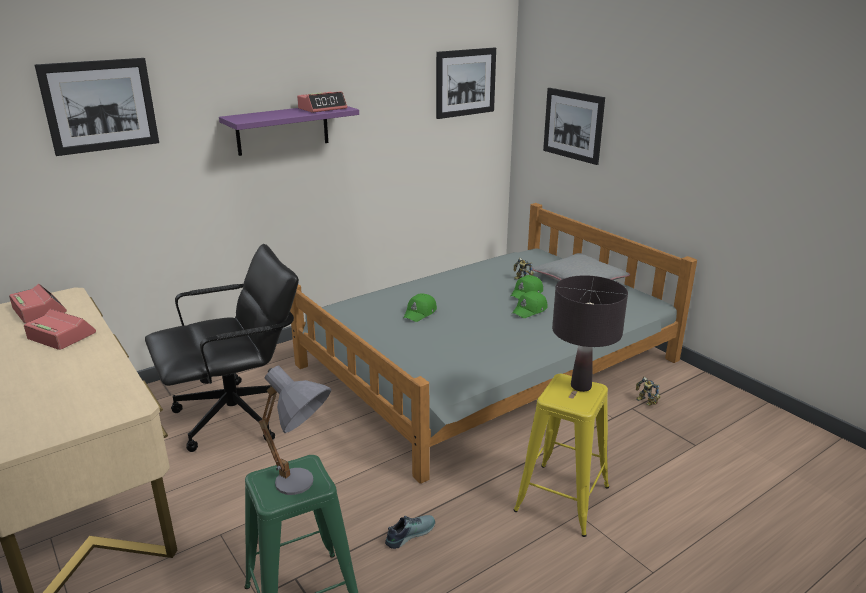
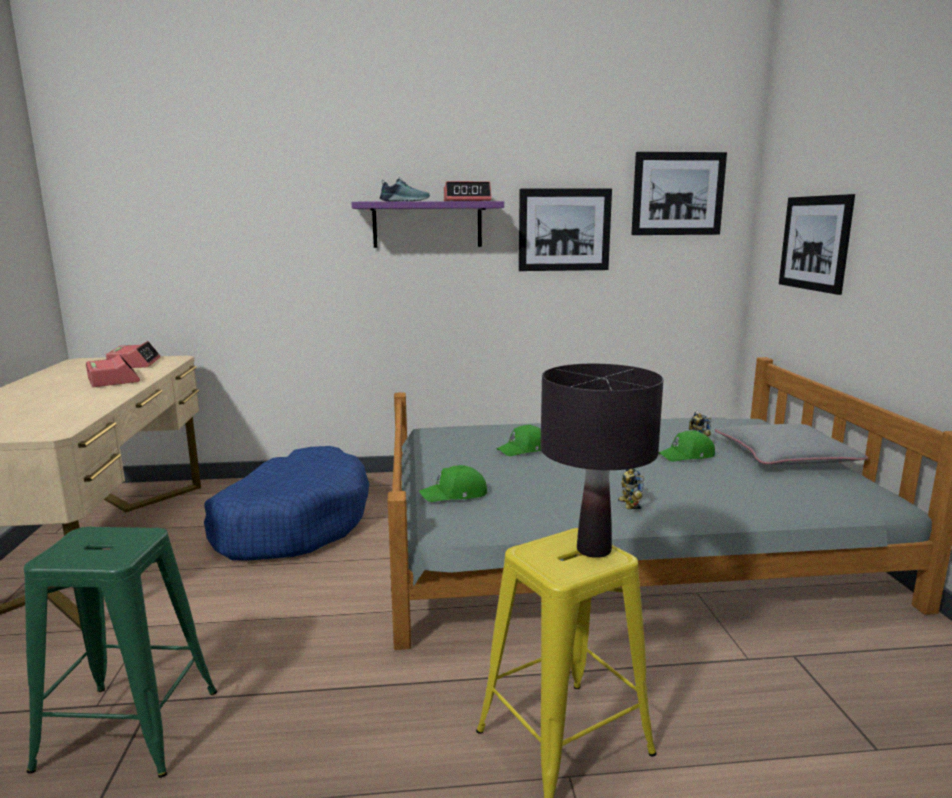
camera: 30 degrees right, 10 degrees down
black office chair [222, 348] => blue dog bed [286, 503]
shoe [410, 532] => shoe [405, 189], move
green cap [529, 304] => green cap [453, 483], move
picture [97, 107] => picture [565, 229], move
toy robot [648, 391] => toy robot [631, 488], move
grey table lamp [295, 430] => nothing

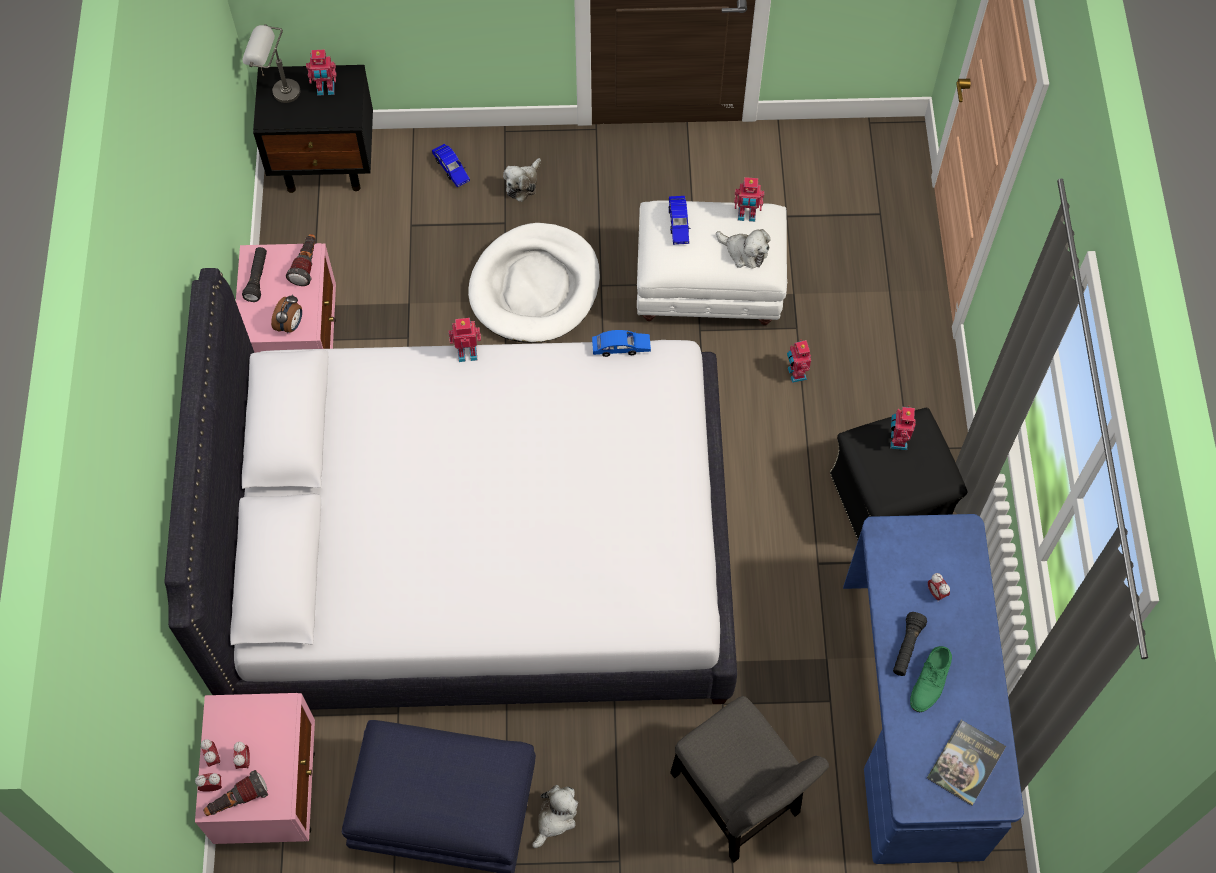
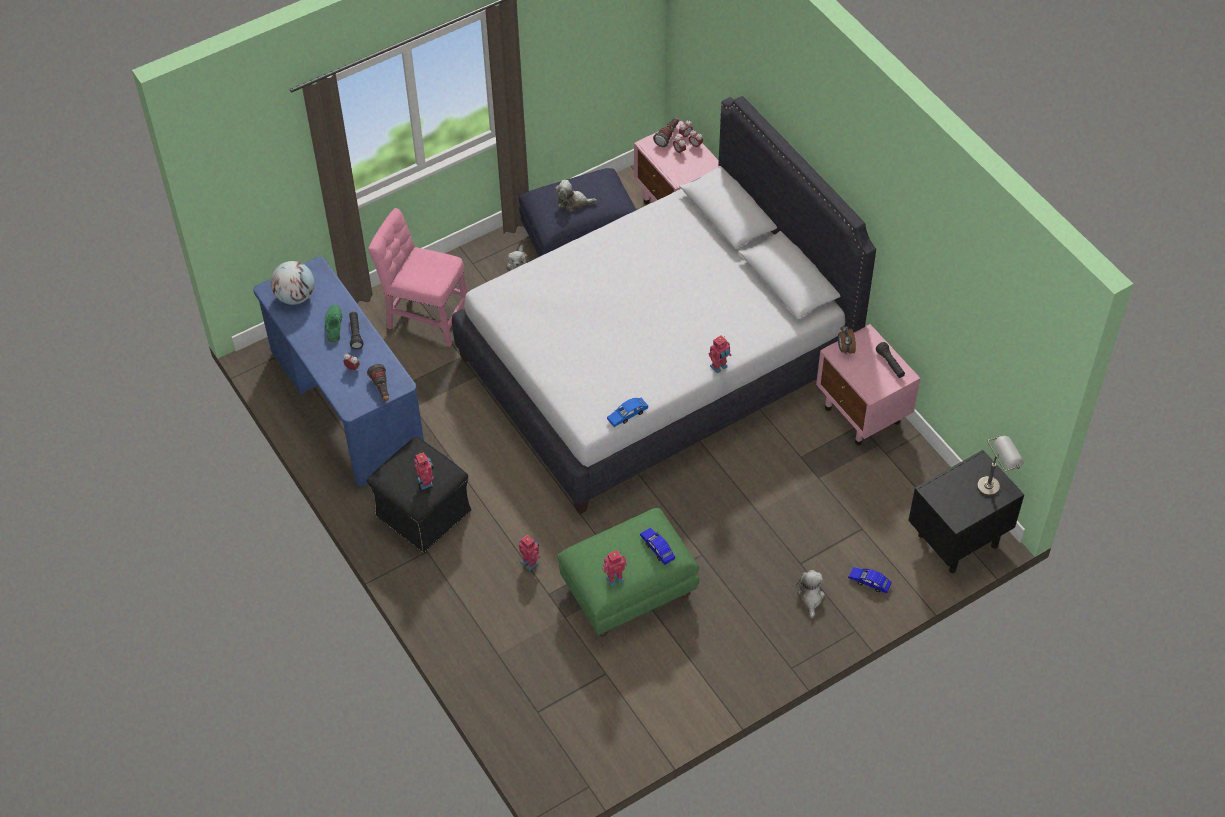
camera: 150 degrees right, 10 degrees down
book [966, 763] => globe [293, 283]
flashlight [301, 260] => flashlight [378, 382], move
grey chair [749, 779] => pink chair [417, 277]
plush toy [743, 249] => plush toy [576, 196], move
white ottoman [712, 263] => green ottoman [628, 572]
toy robot [321, 72] => nothing
white dog bed [534, 283] => nothing

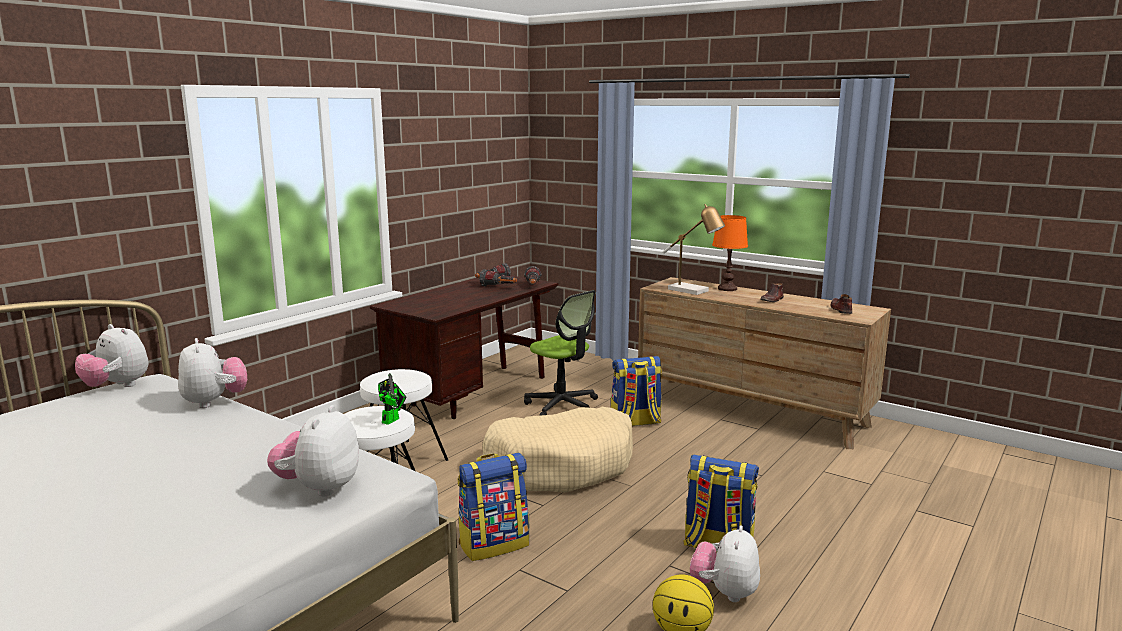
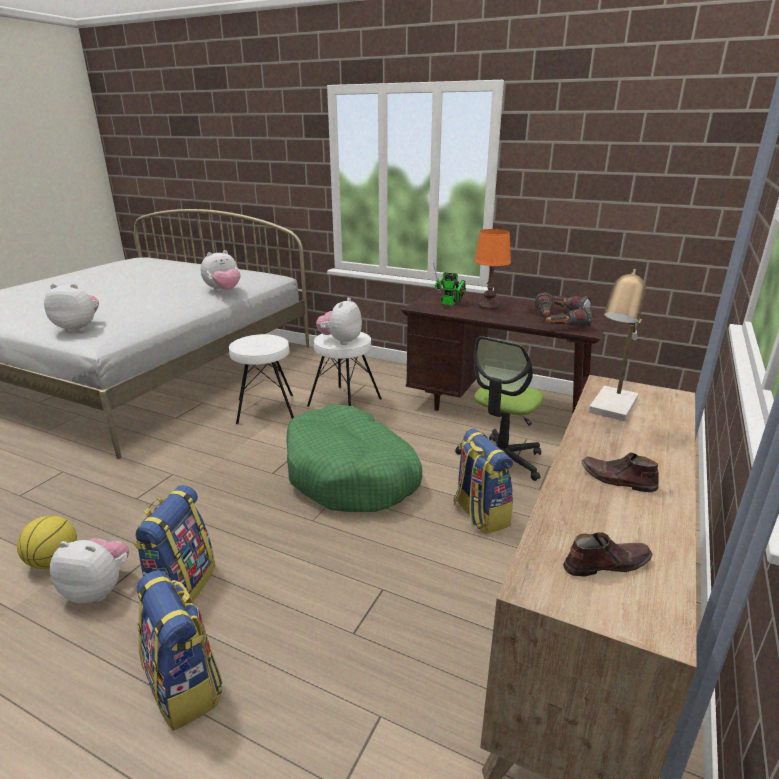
camera: 80 degrees right, 10 degrees up
backpack [493, 507] => backpack [180, 650], move
beige dog bed [557, 450] => green dog bed [354, 458]
plush toy [112, 355] => plush toy [339, 321], move
toy robot [392, 399] => toy robot [449, 284], move
orange table lamp [730, 253] => orange table lamp [492, 269], move

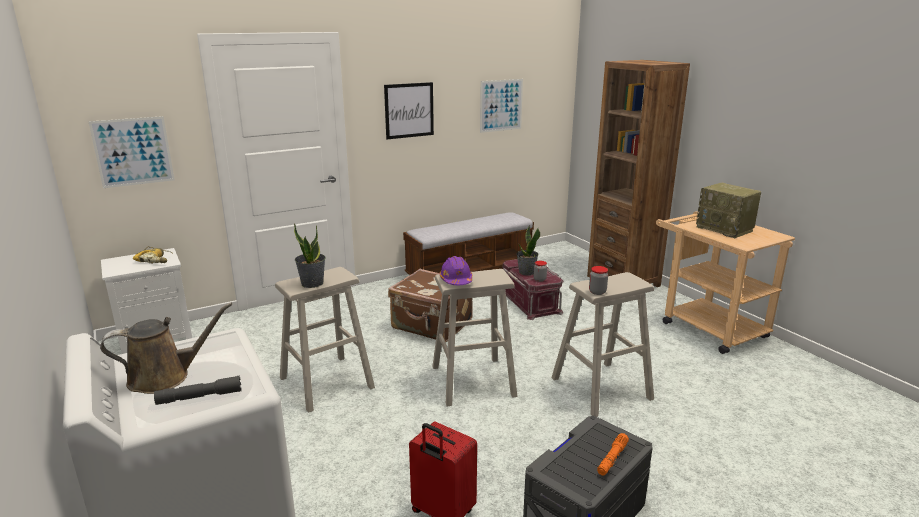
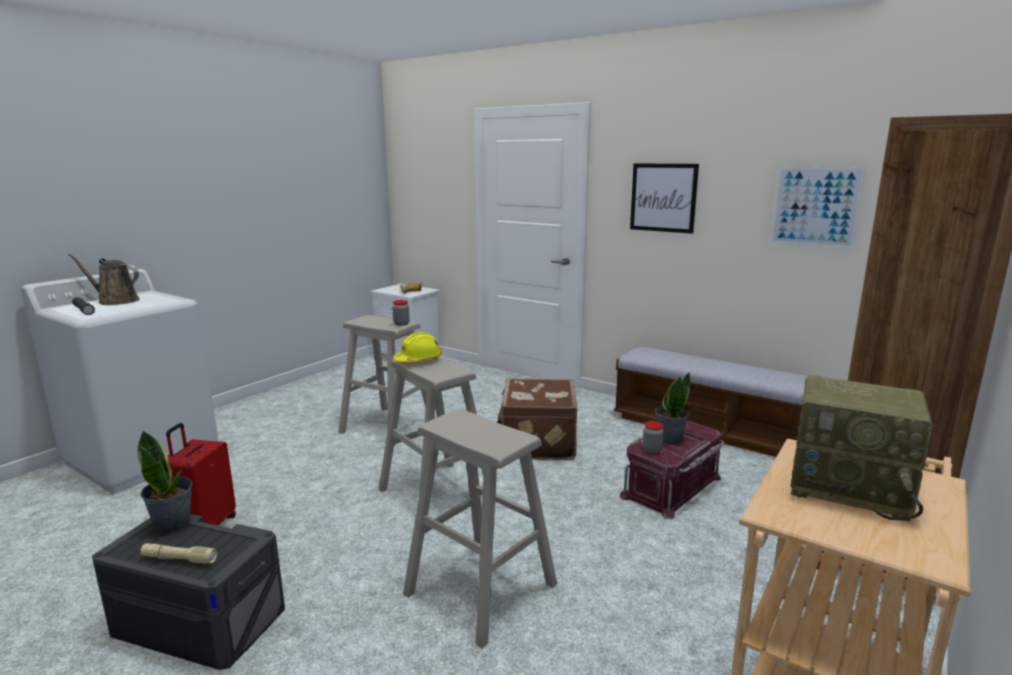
camera: 65 degrees right, 5 degrees down
brown watering can [166, 348] => brown watering can [104, 279], 150 degrees clockwise
potted plant [309, 255] => potted plant [164, 482], move
orange flashlight [613, 454] => beige flashlight [178, 553]
jar [598, 280] => jar [401, 313], move
purple hard hat [455, 270] => yellow hard hat [417, 347]
radio [728, 210] => radio [862, 448], 90 degrees counterclockwise
picture [131, 152] => nothing

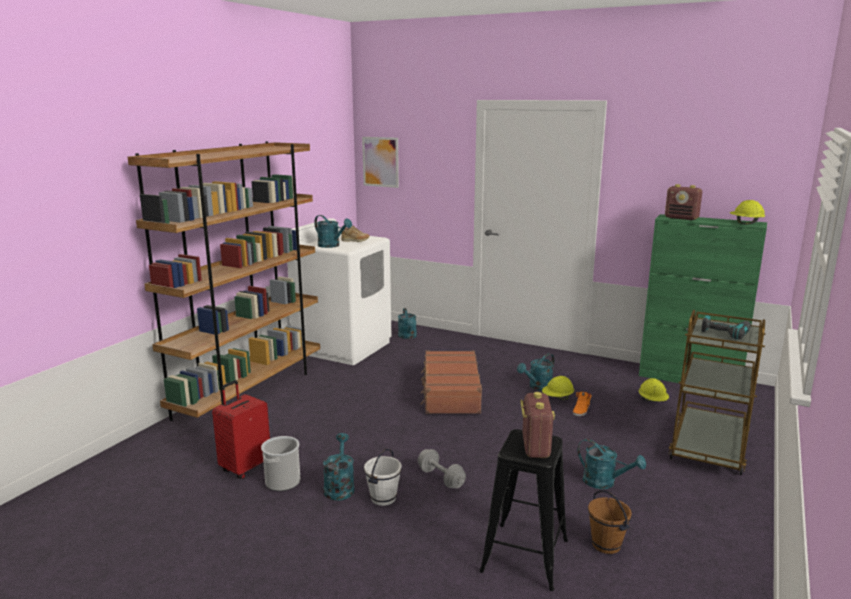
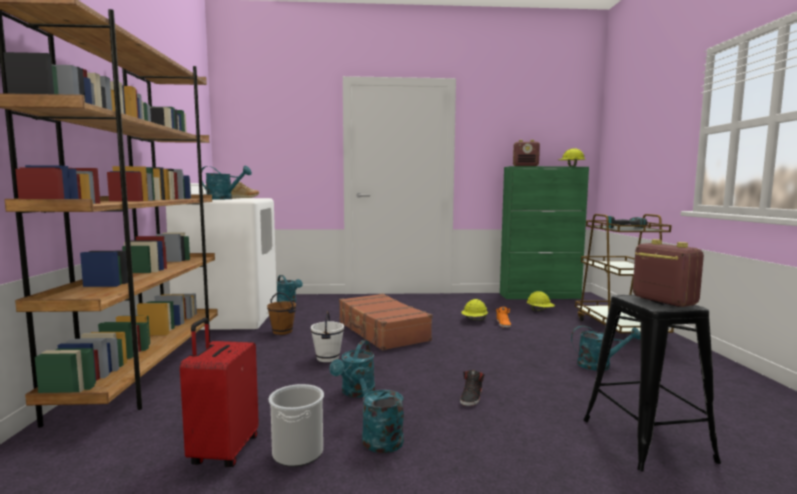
camera: 30 degrees left, 10 degrees down
brown bucket [610, 522] => brown bucket [281, 313], move
white bucket [383, 477] => white bucket [327, 336], move
turquoise watering can [536, 372] => turquoise watering can [352, 369], move
grey dumbbell [442, 468] => black shoe [472, 388]
picture [380, 162] => nothing

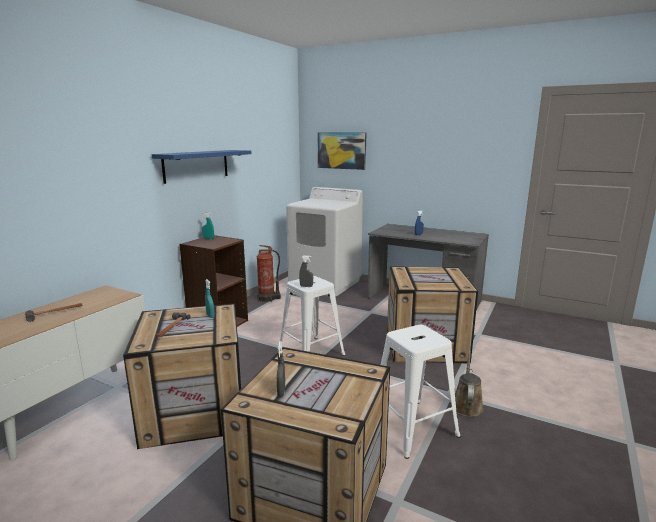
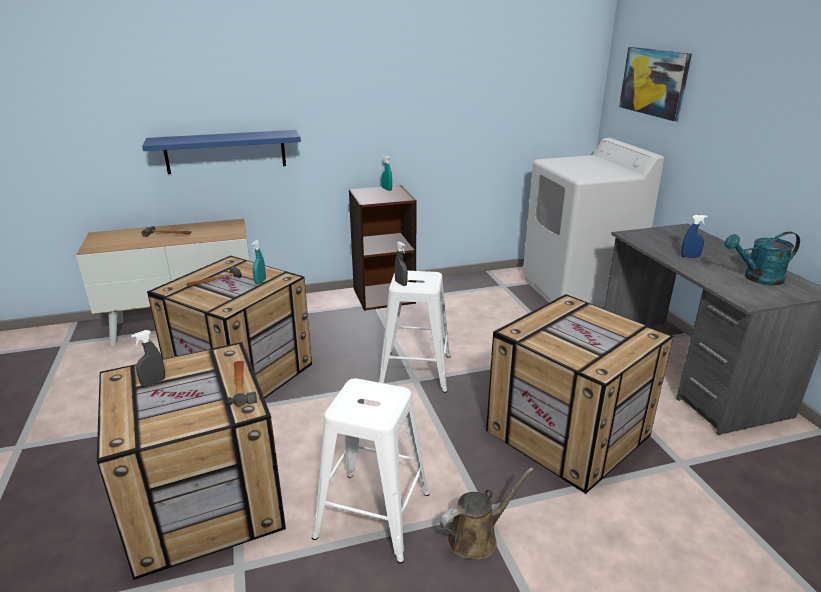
camera: 45 degrees right, 10 degrees up
blue shelf [201, 167] => blue shelf [221, 152], move
nothing => hammer [241, 383]
nothing => turquoise watering can [762, 259]
fire extinguisher [269, 273] => nothing

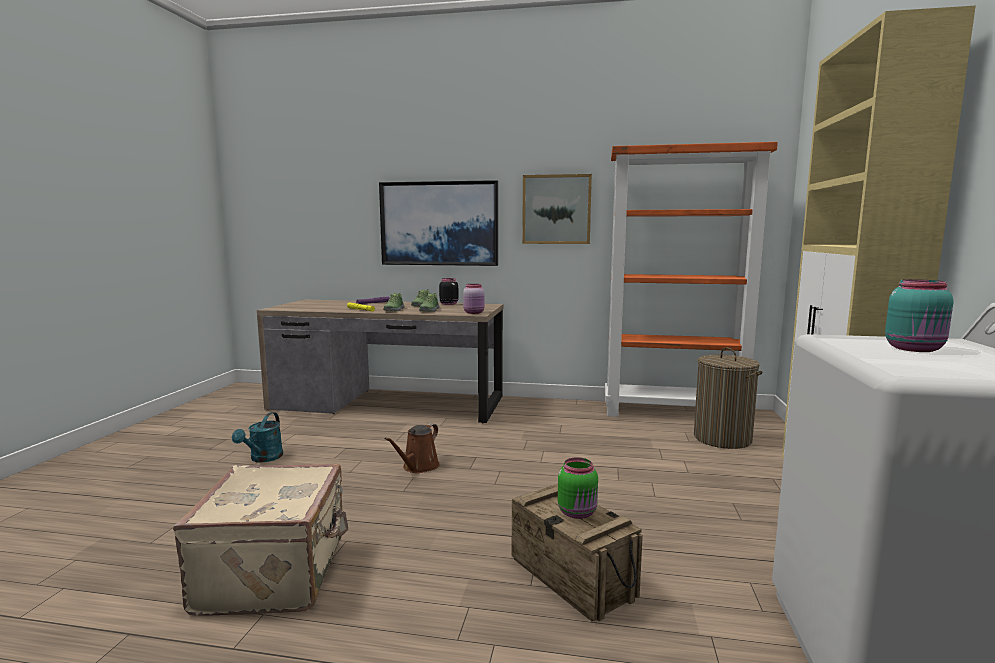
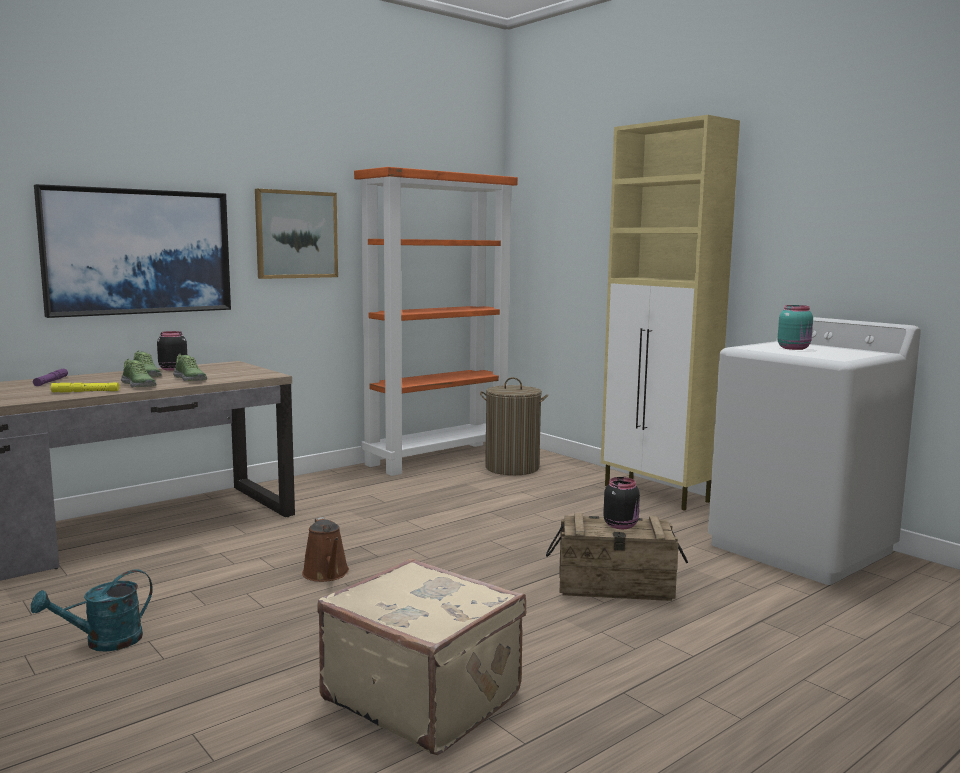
camera: 50 degrees left, 0 degrees up
turquoise watering can [257, 437] => turquoise watering can [92, 610], 90 degrees clockwise
green jar [578, 488] => black jar [621, 503]
pink jar [474, 299] => nothing

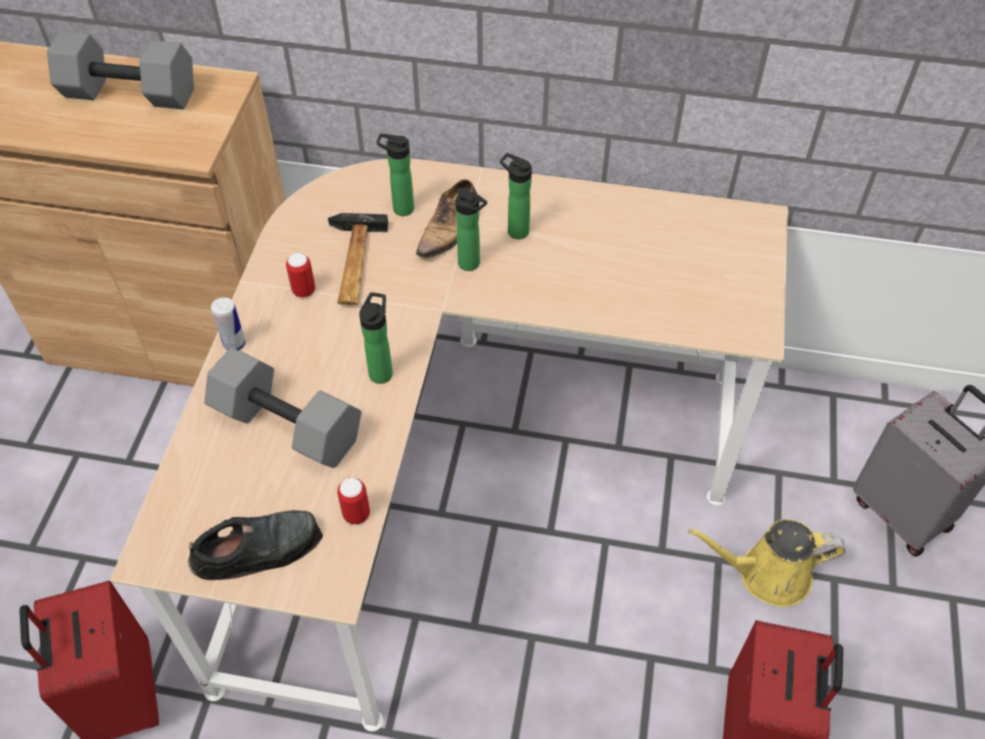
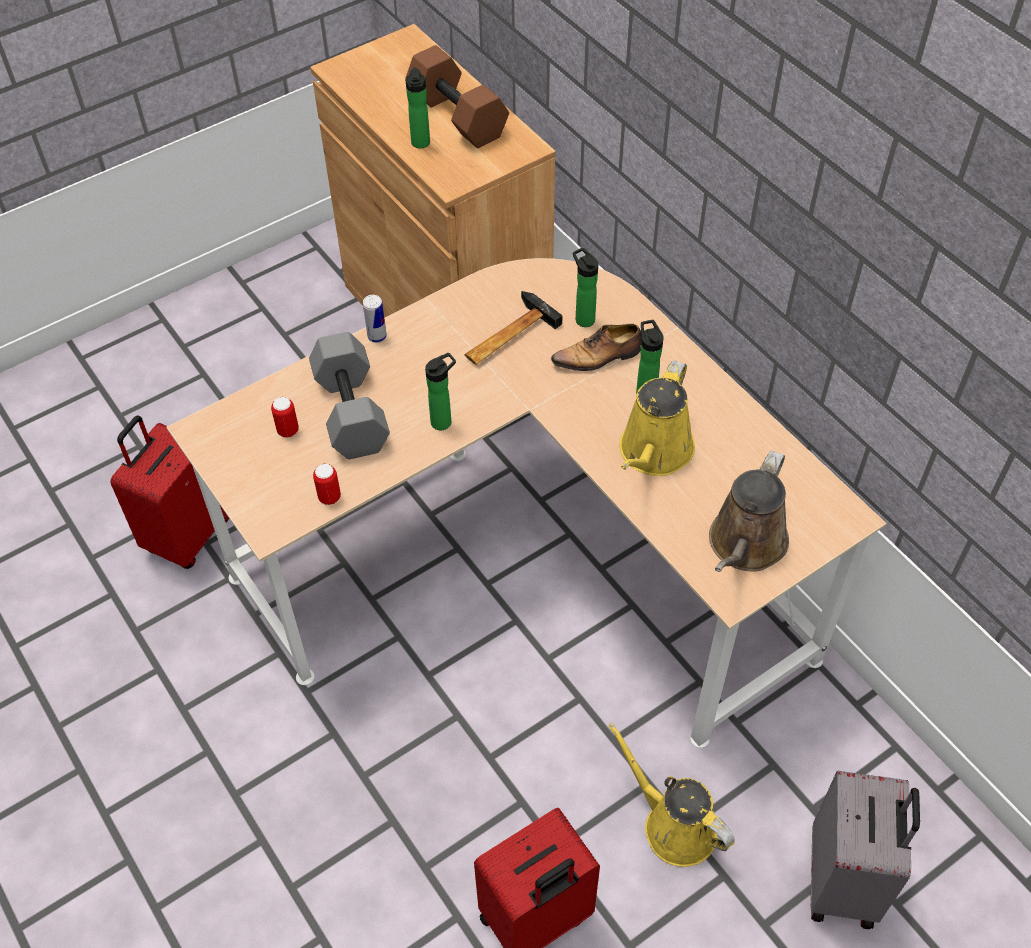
camera: 45 degrees right, 0 degrees up
can [300, 275] => can [285, 417], move
grey dumbbell [120, 70] => brown dumbbell [457, 96]
bottle [471, 229] => bottle [417, 108], move
nothing => yellow watering can [657, 418]
nothing => brown watering can [749, 511]
black shoe [255, 545] => nothing

